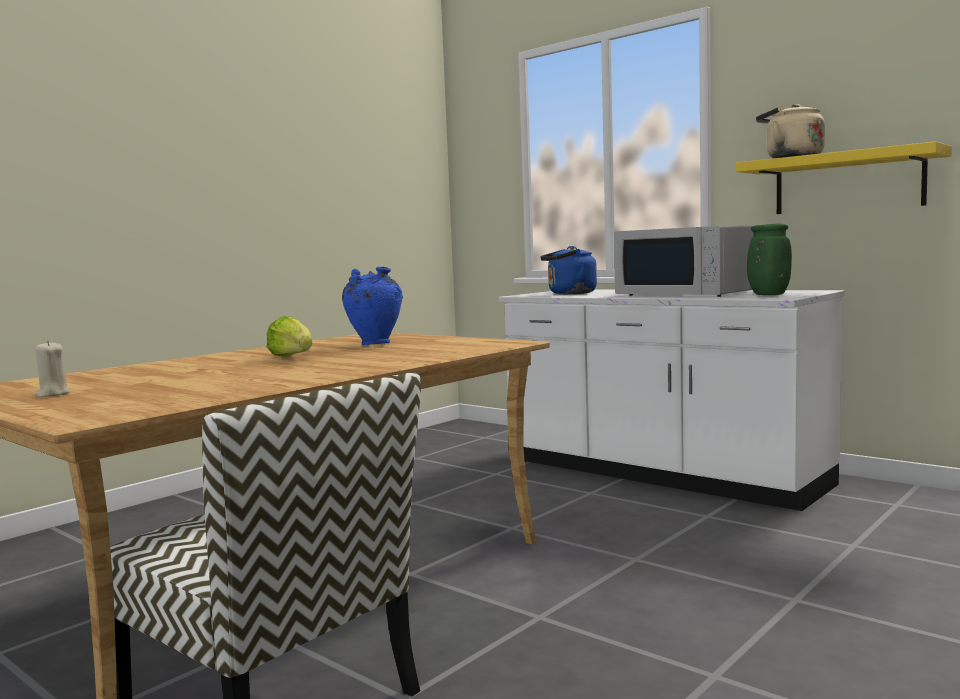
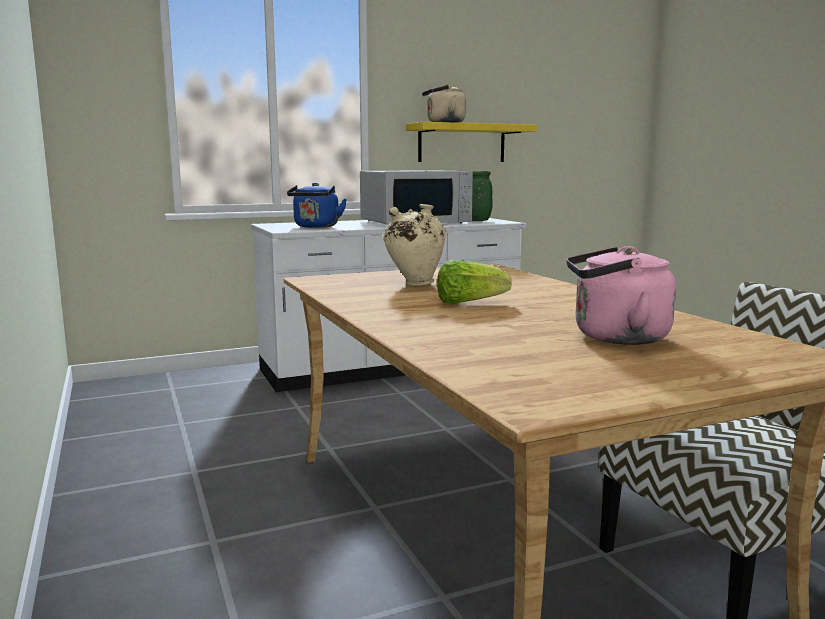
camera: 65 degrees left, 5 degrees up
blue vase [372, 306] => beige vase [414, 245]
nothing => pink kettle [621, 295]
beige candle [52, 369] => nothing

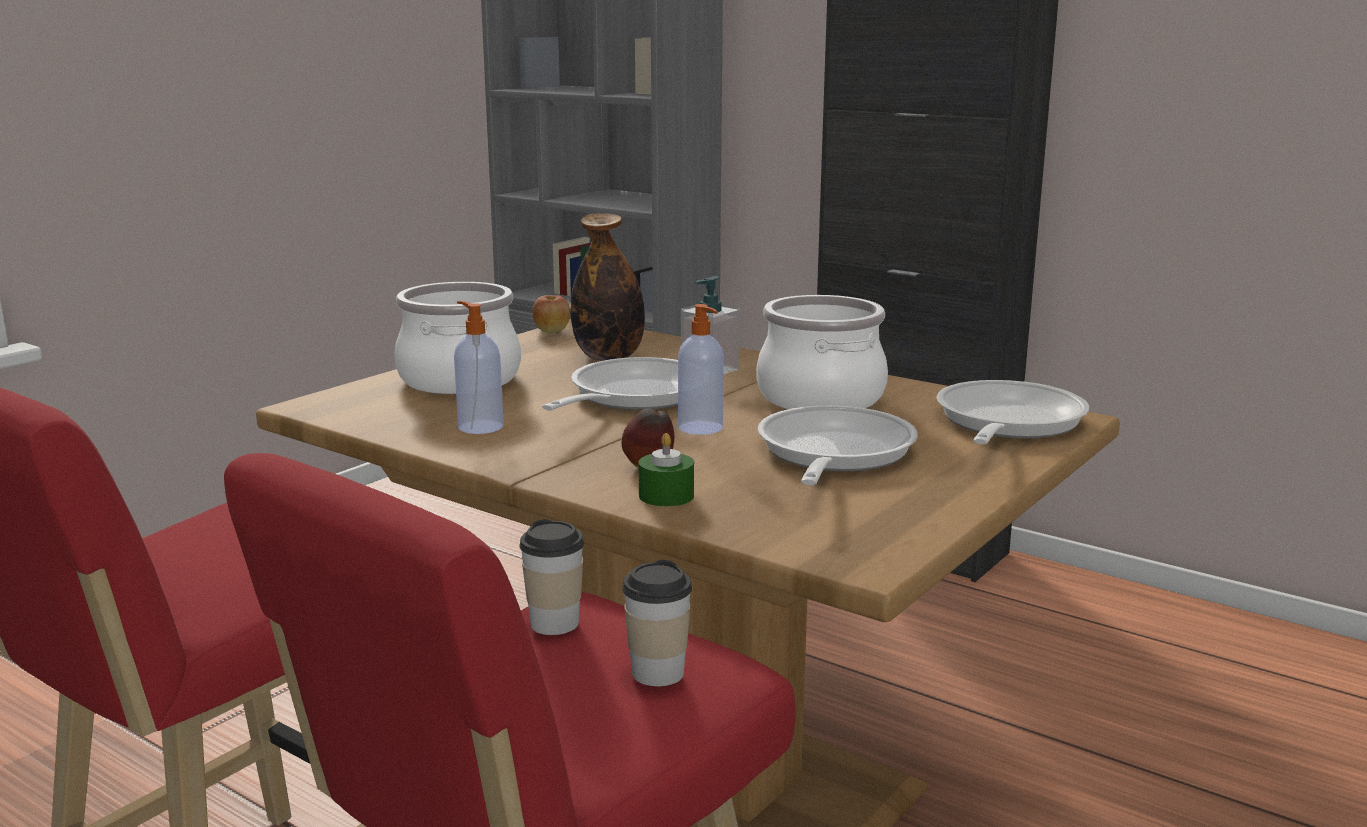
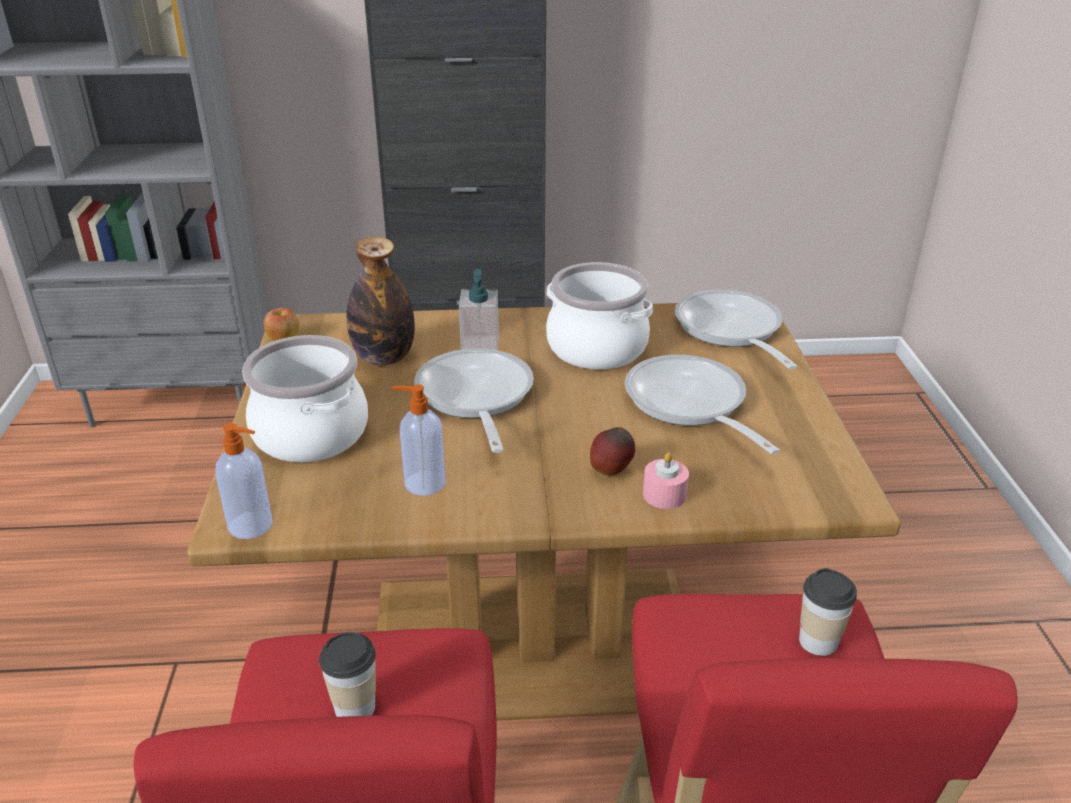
camera: 40 degrees left, 15 degrees up
soap dispenser [701, 369] => soap dispenser [244, 481], move
cup [551, 577] => cup [347, 674], move
green candle [666, 470] => pink candle [666, 480]

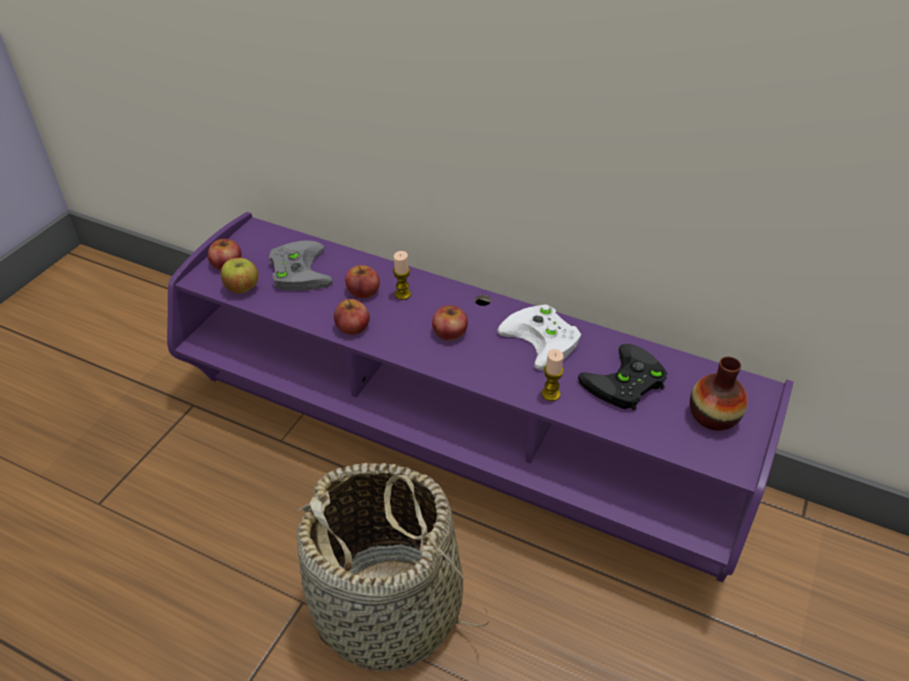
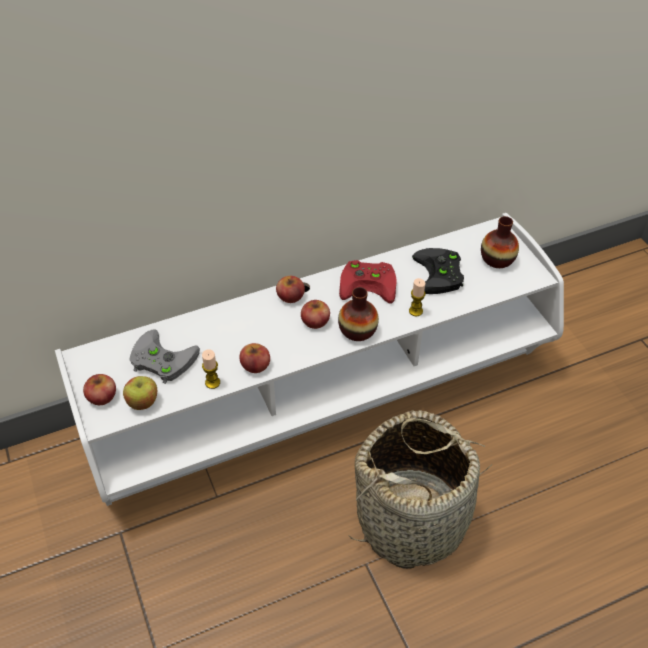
camera: 50 degrees left, 5 degrees up
purple tv stand [480, 397] => white tv stand [309, 359]
candle [402, 275] => candle [211, 369], move
apple [362, 281] => apple [290, 289], move
nothing => vase [358, 314]
white game controller [539, 337] => red game controller [368, 282]

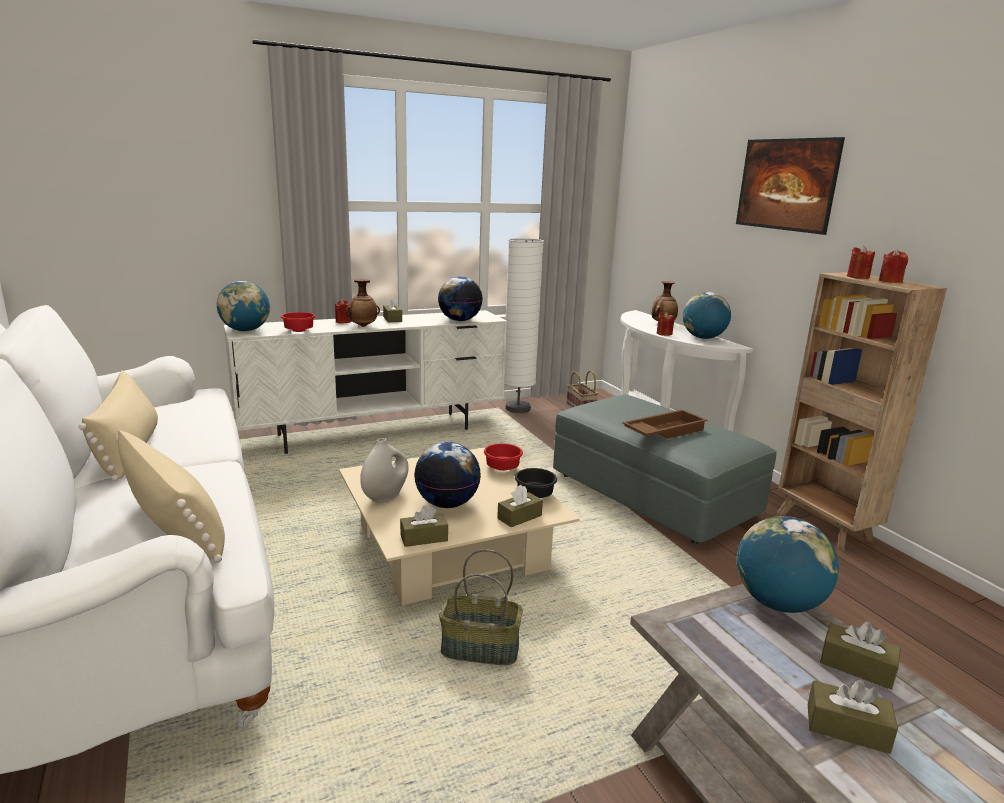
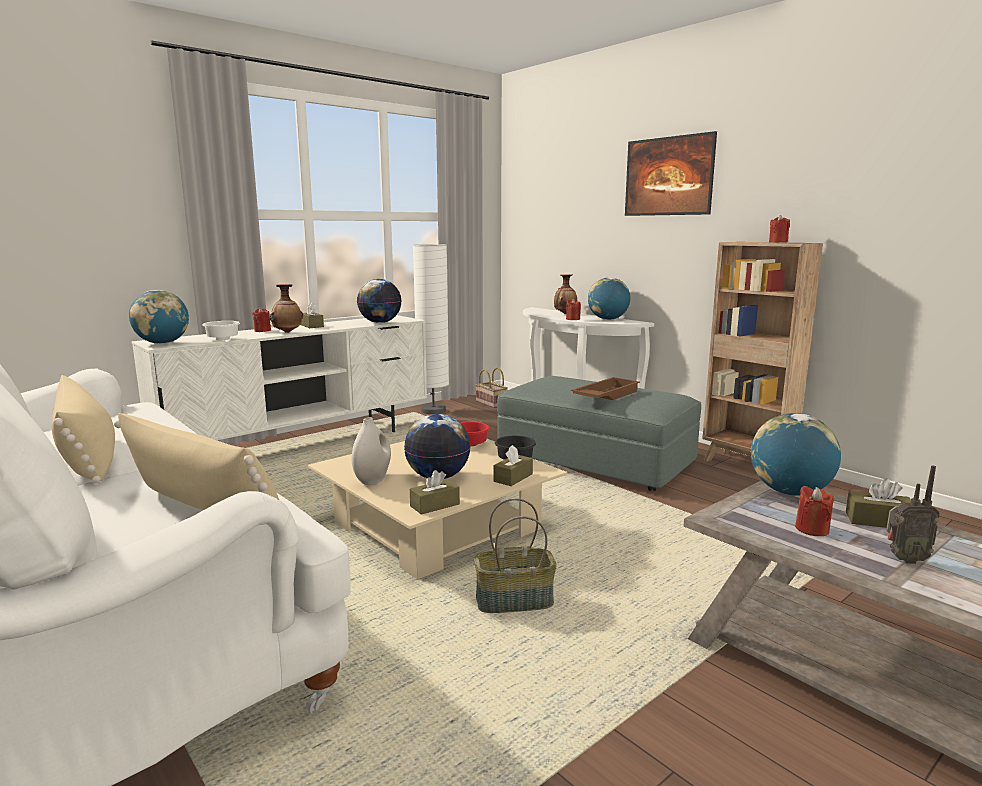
camera: 15 degrees left, 5 degrees down
red bowl [298, 322] => white bowl [221, 330]
red candle [861, 262] => red candle [814, 511], move
brown tissue box [853, 717] => radio [913, 514]

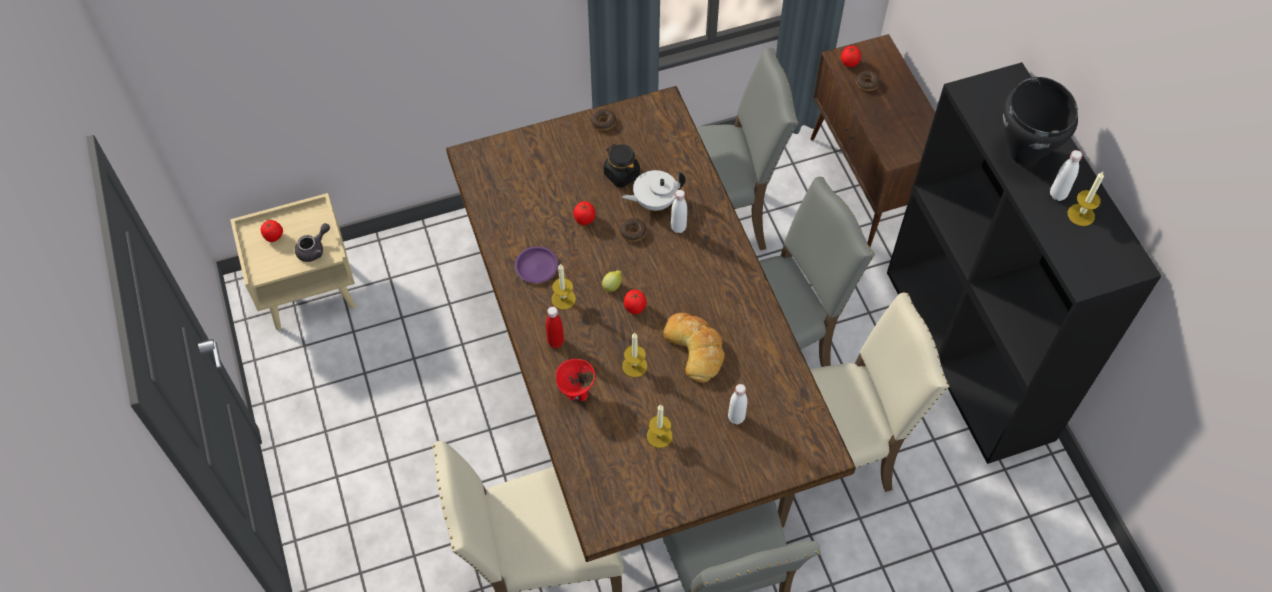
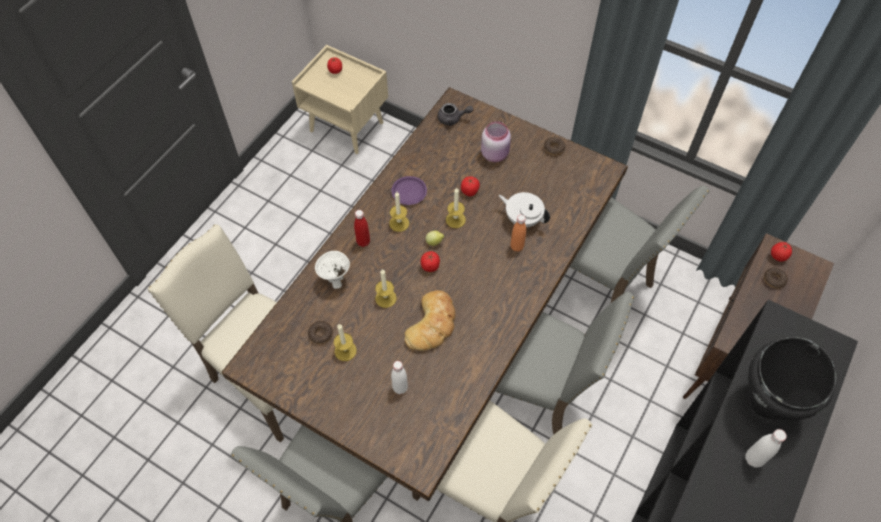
camera: 50 degrees right, 0 degrees up
donut [633, 230] => donut [320, 332], move
red bowl [575, 380] => white bowl [332, 270]
grey teapot [312, 242] => grey teapot [455, 114], move
candle [1086, 199] => candle [456, 208], move
nothing => pink jar [496, 141]
white bottle [679, 211] => orange bottle [518, 233]
black jar [622, 166] => nothing

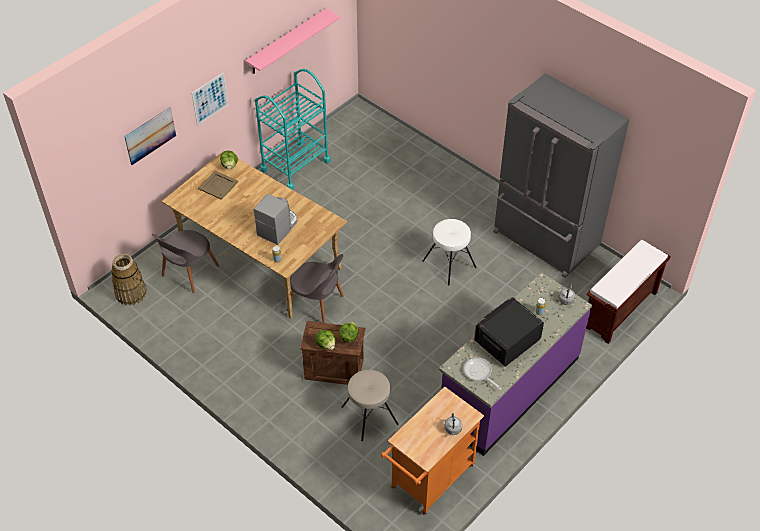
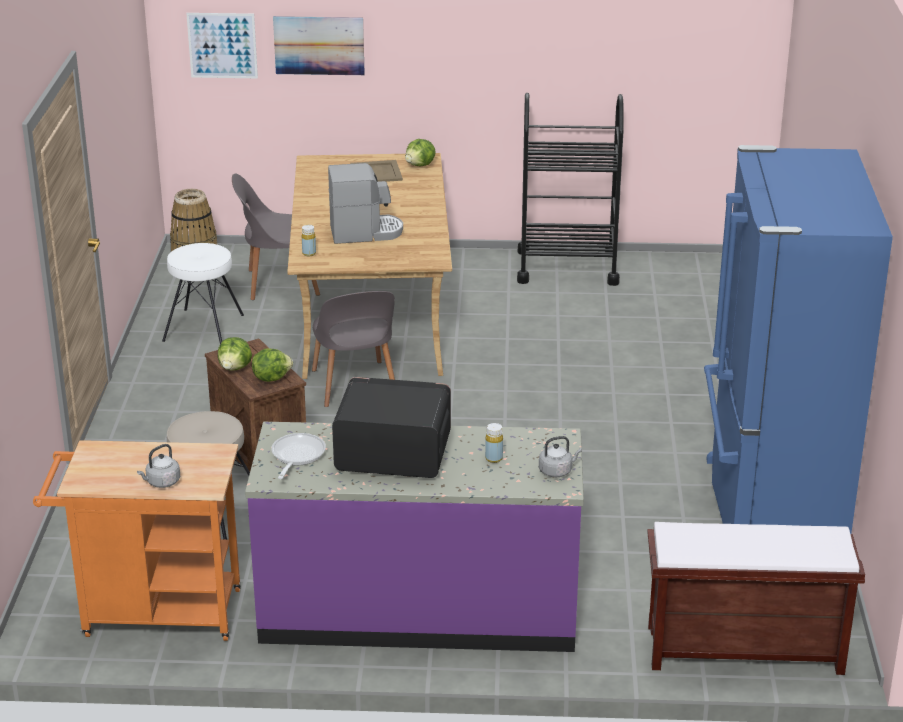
camera: 50 degrees right, 20 degrees down
white stool [449, 252] => white stool [203, 293], move
picture [210, 98] => picture [222, 45], move
turquoise cart [293, 129] => black cart [570, 189]
grey fridge [561, 175] => blue fridge [798, 339]
pink shelf [293, 41] => nothing

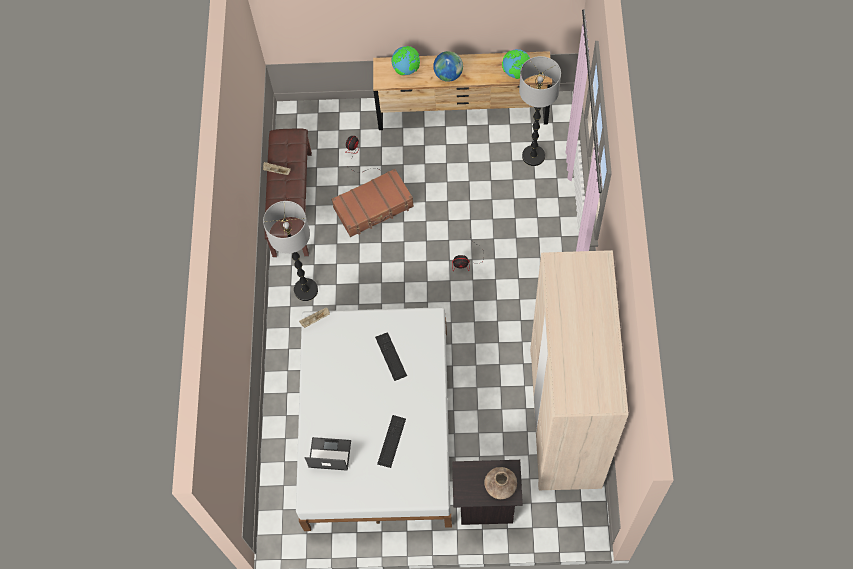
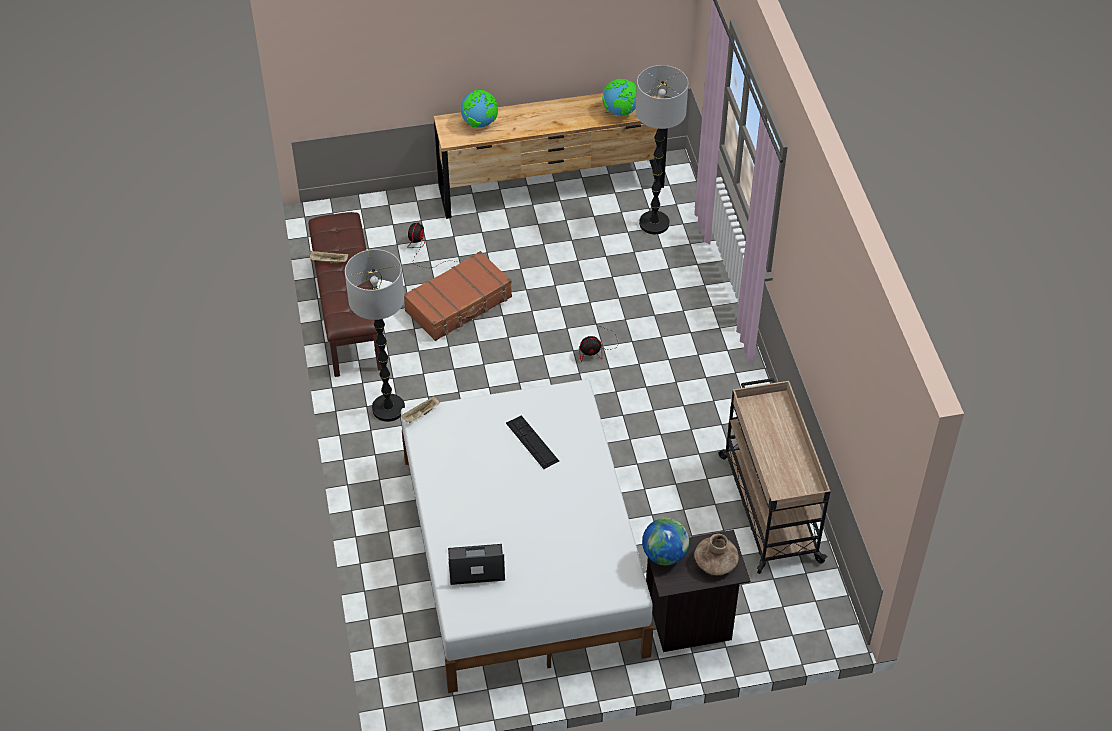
camera: 15 degrees left, 15 degrees down
globe [448, 66] => globe [665, 541], move
beige wardrobe [579, 370] => beige cart [774, 476]
keyboard [391, 441] => nothing

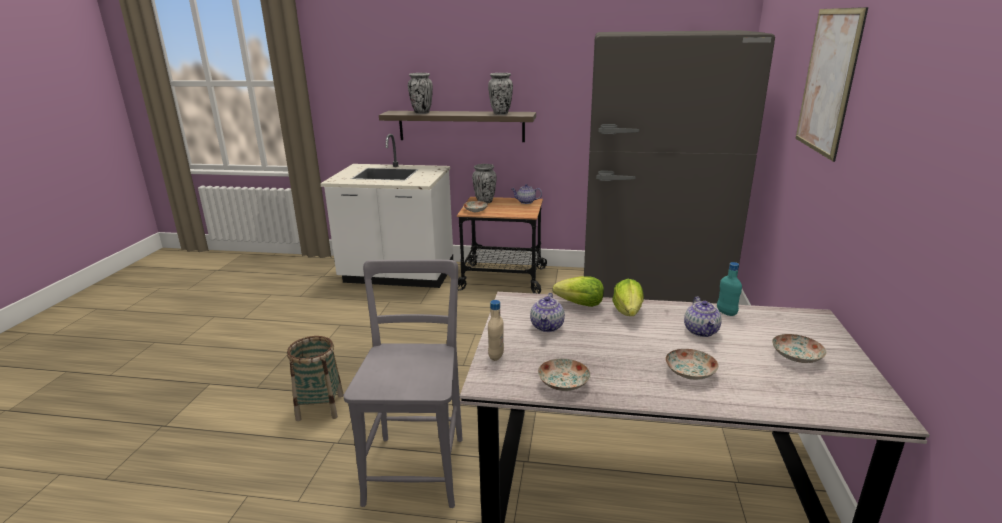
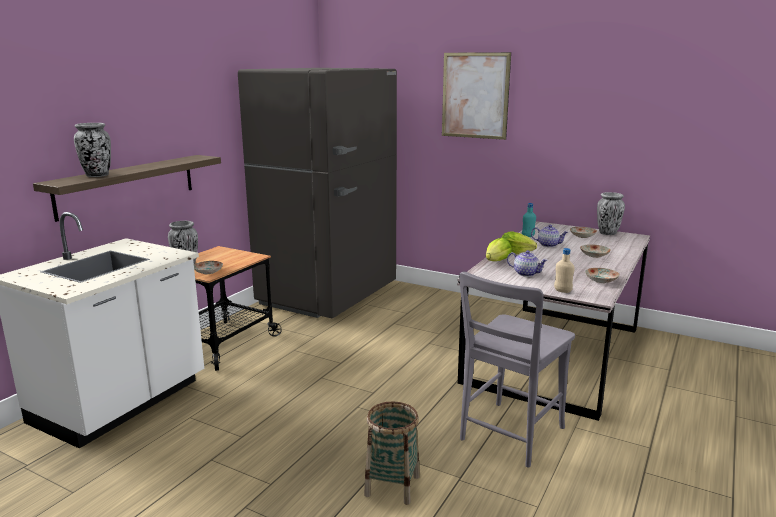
camera: 70 degrees left, 5 degrees down
grey chair [403, 383] => grey chair [517, 370], 75 degrees counterclockwise
vase [500, 94] => vase [611, 213], move
teapot [526, 194] => nothing

